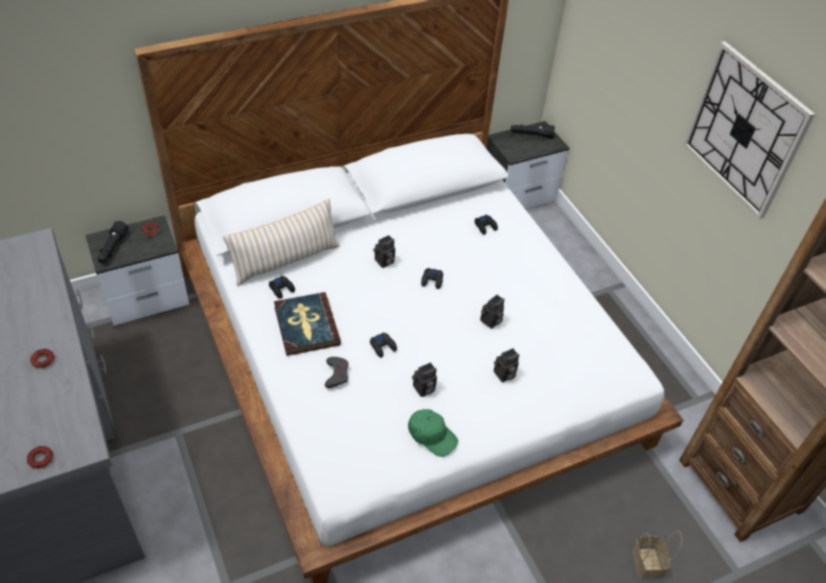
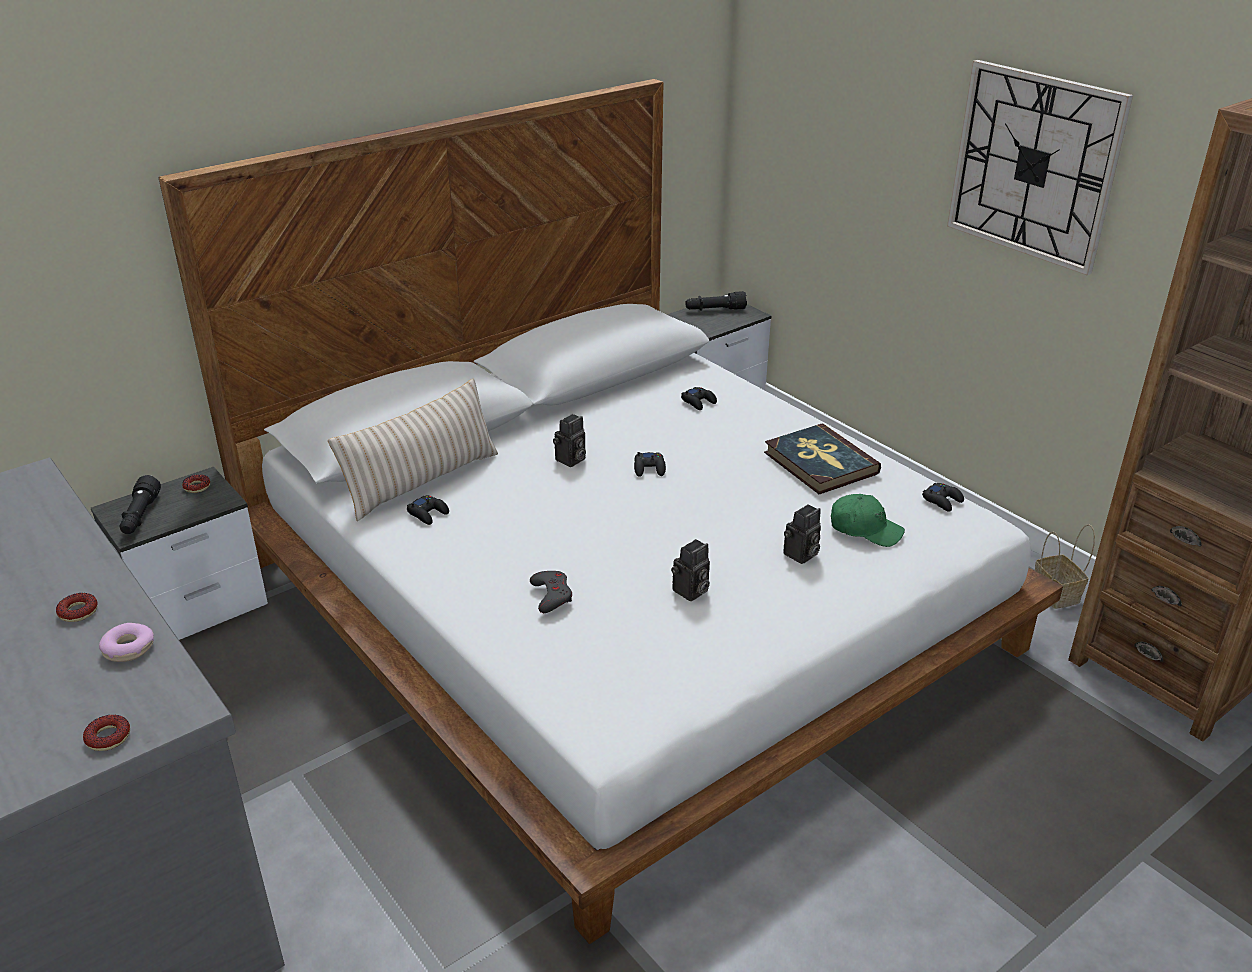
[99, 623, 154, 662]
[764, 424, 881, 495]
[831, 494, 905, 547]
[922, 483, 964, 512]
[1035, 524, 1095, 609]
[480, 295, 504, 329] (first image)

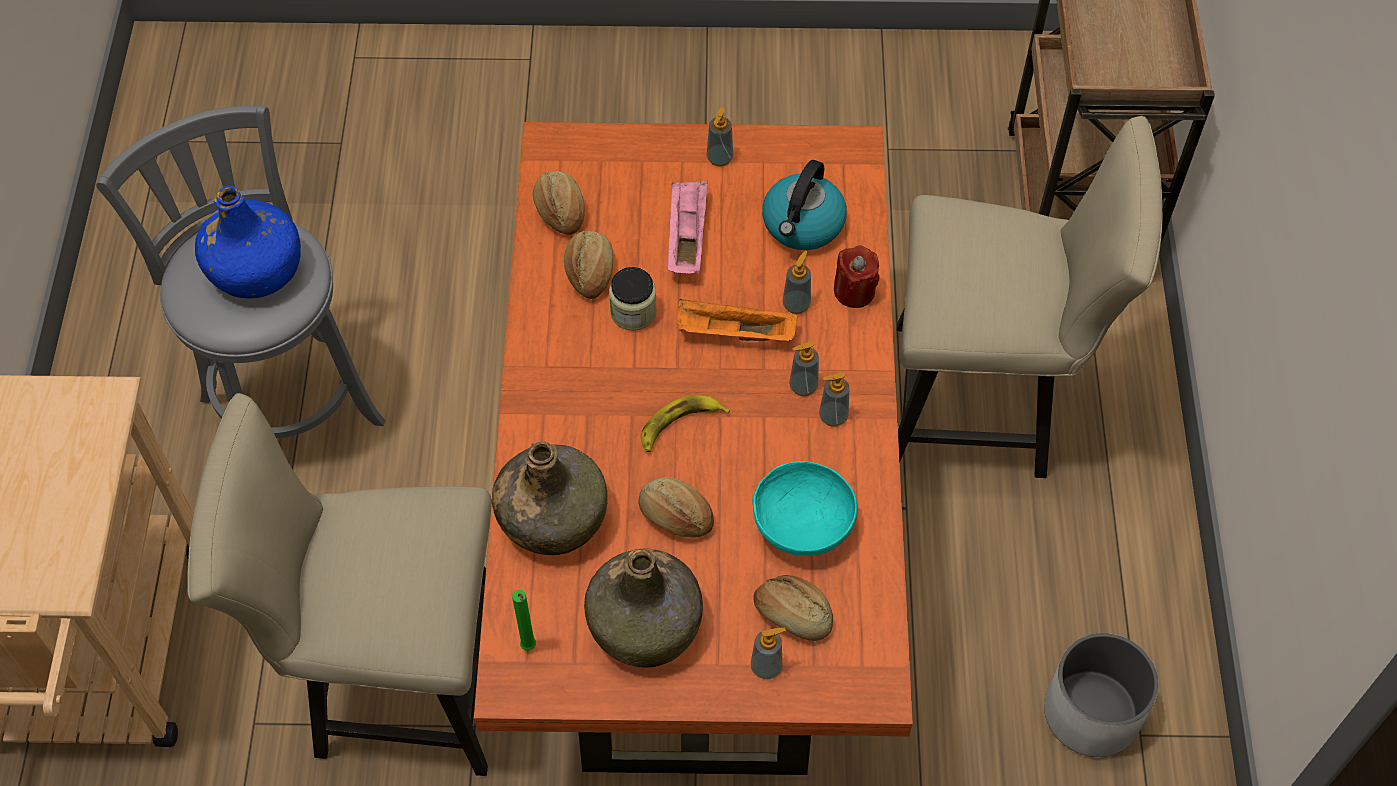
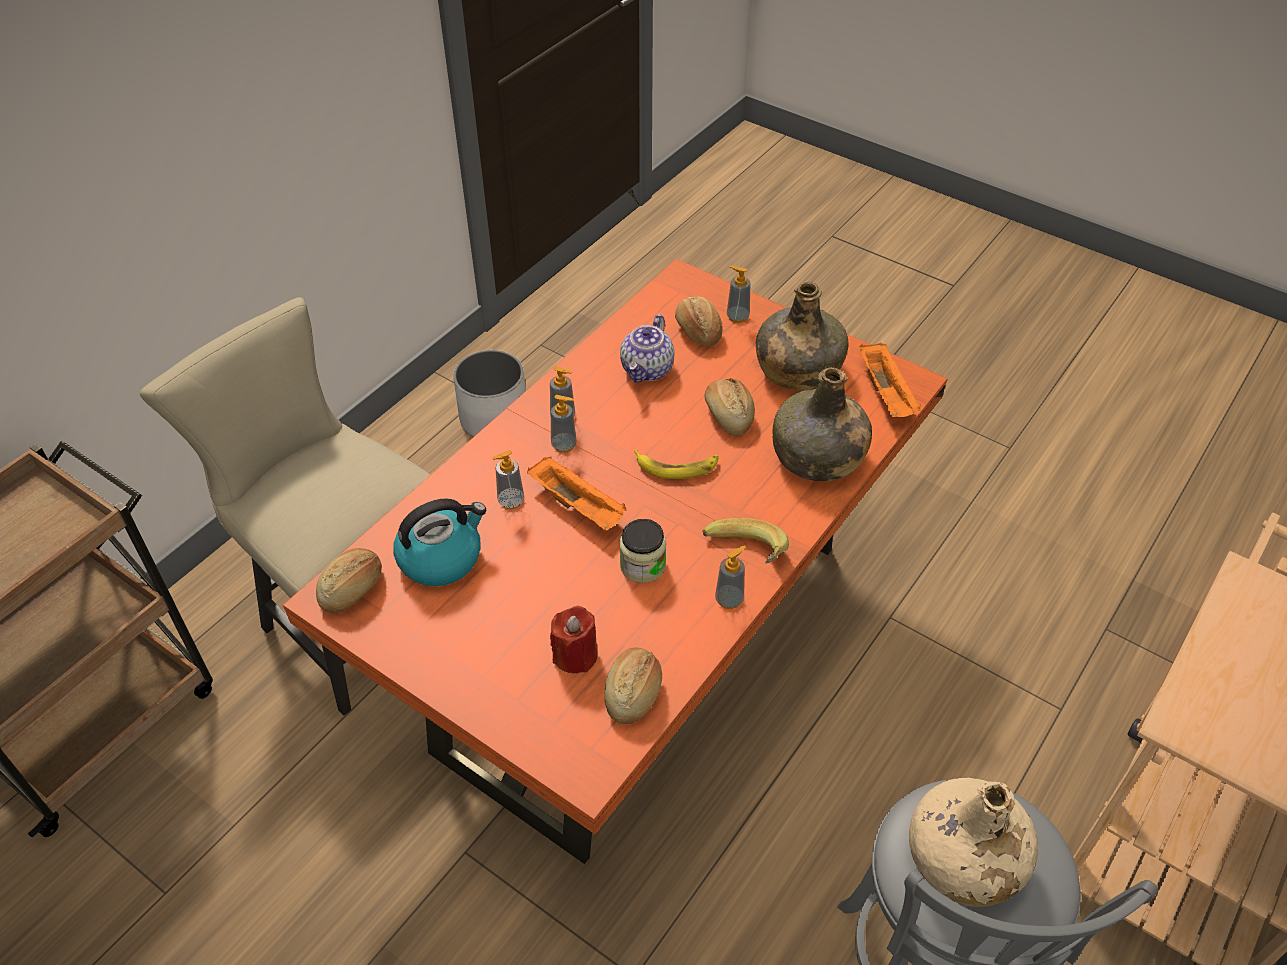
[316, 548, 382, 613]
[550, 606, 597, 674]
[620, 314, 674, 382]
[702, 518, 789, 564]
[715, 545, 746, 609]
[859, 343, 921, 417]
[909, 778, 1038, 907]
[187, 393, 492, 776] (first image)
[667, 180, 708, 274] (first image)

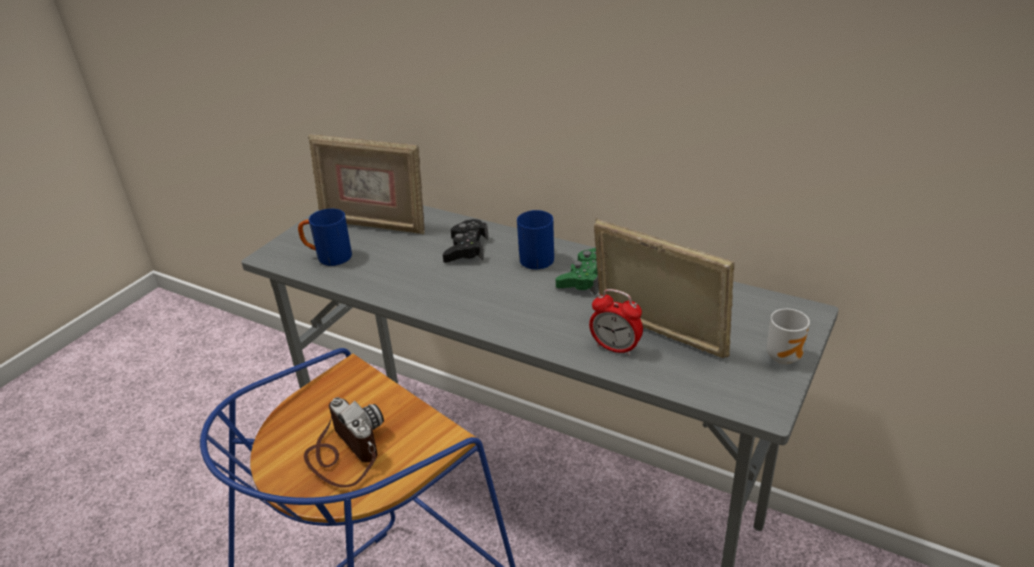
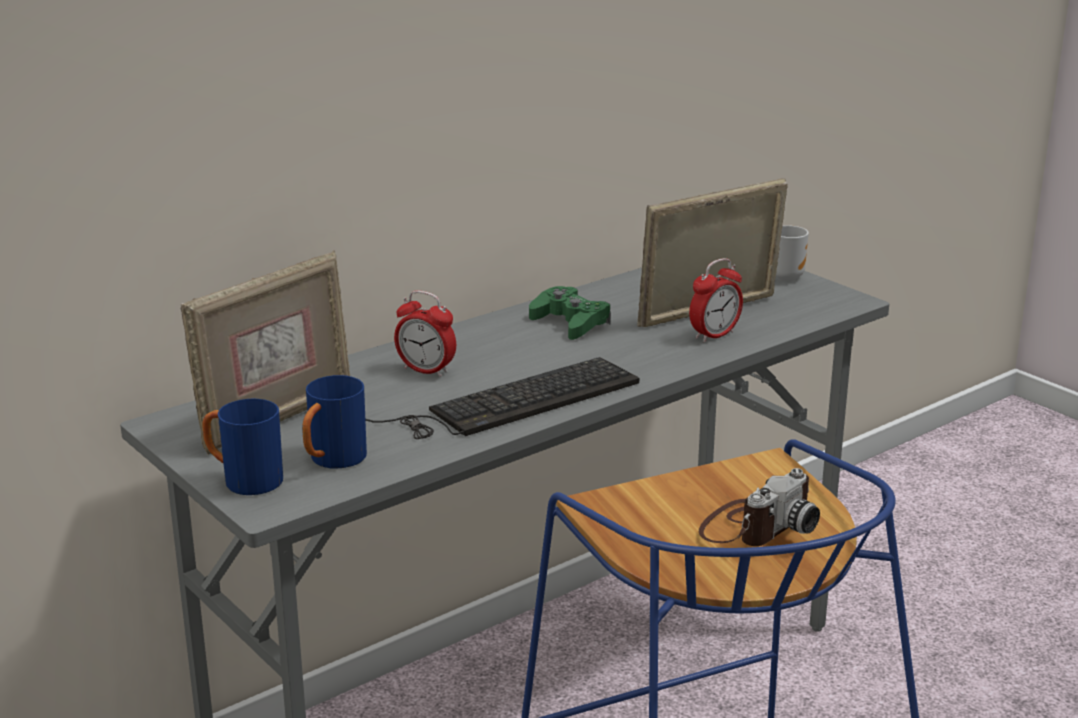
[202, 399, 283, 495]
[365, 357, 639, 439]
[394, 290, 456, 377]
[699, 468, 820, 546]

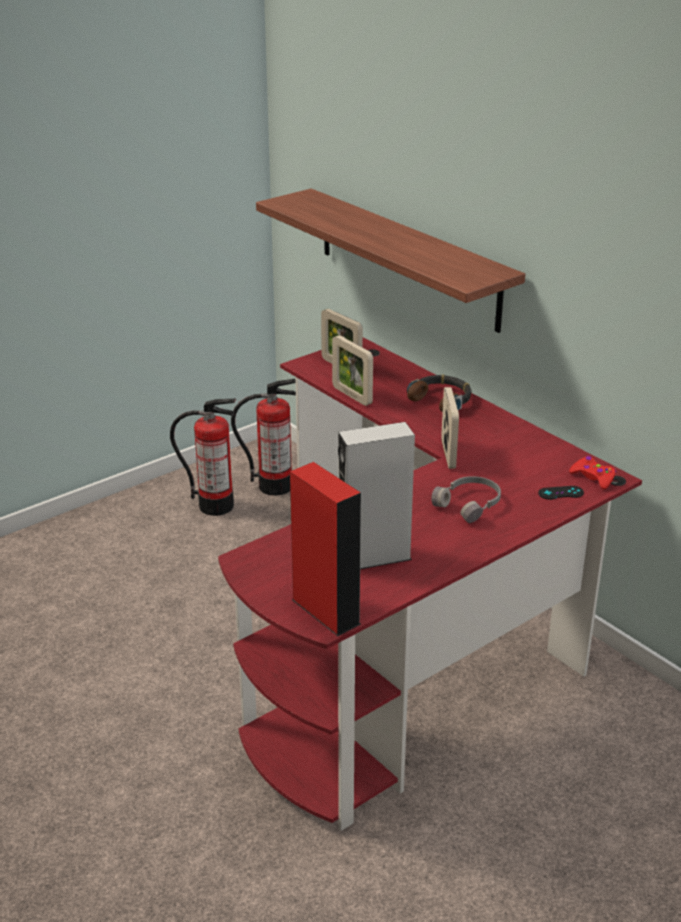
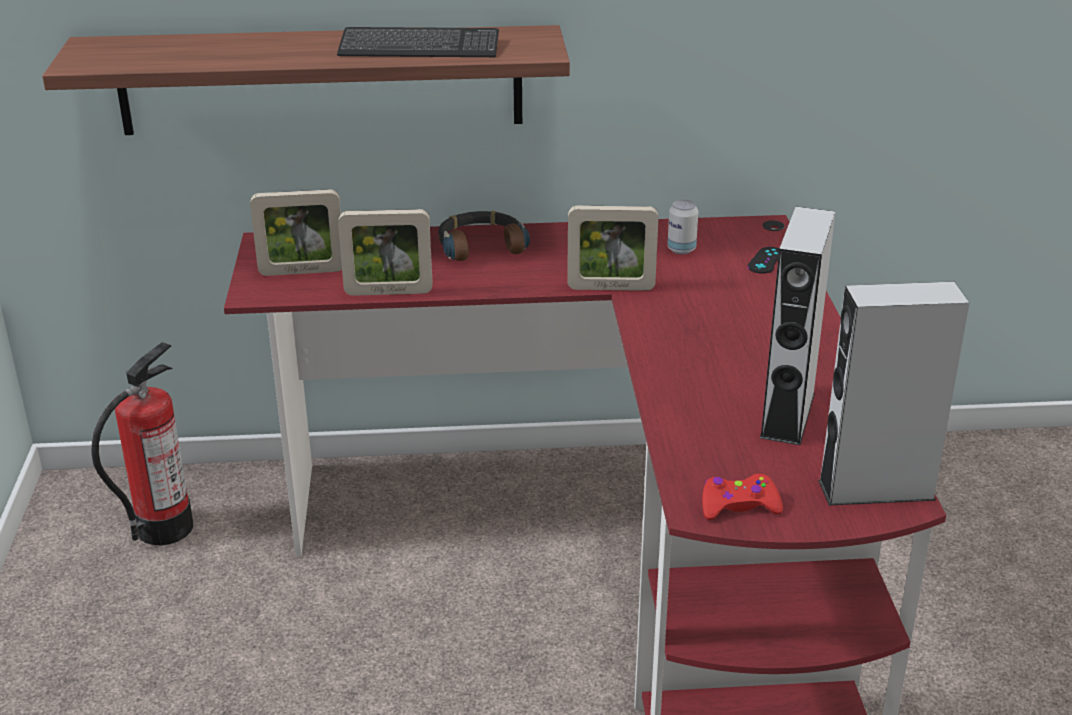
[337, 27, 499, 57]
[567, 206, 658, 291]
[667, 200, 698, 254]
[702, 474, 783, 520]
[818, 282, 969, 506]
[170, 399, 236, 516] (first image)
[431, 476, 501, 523] (first image)

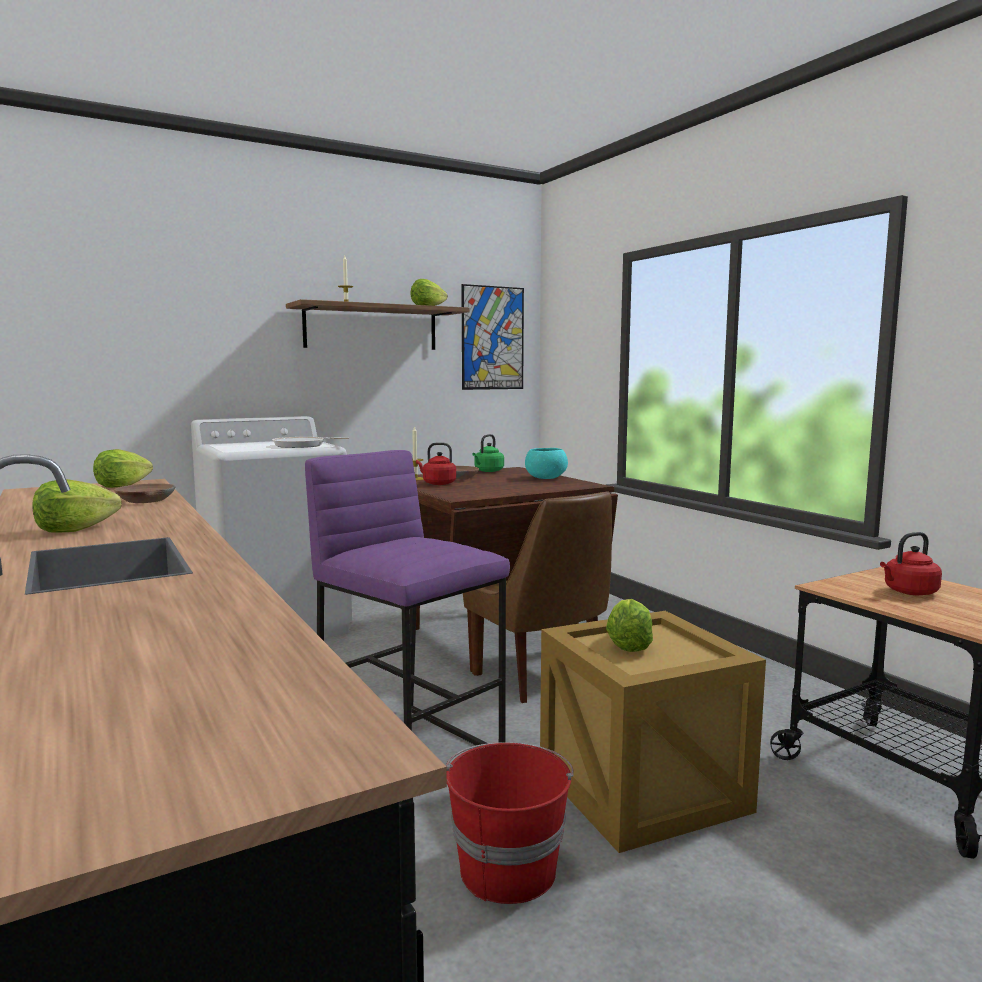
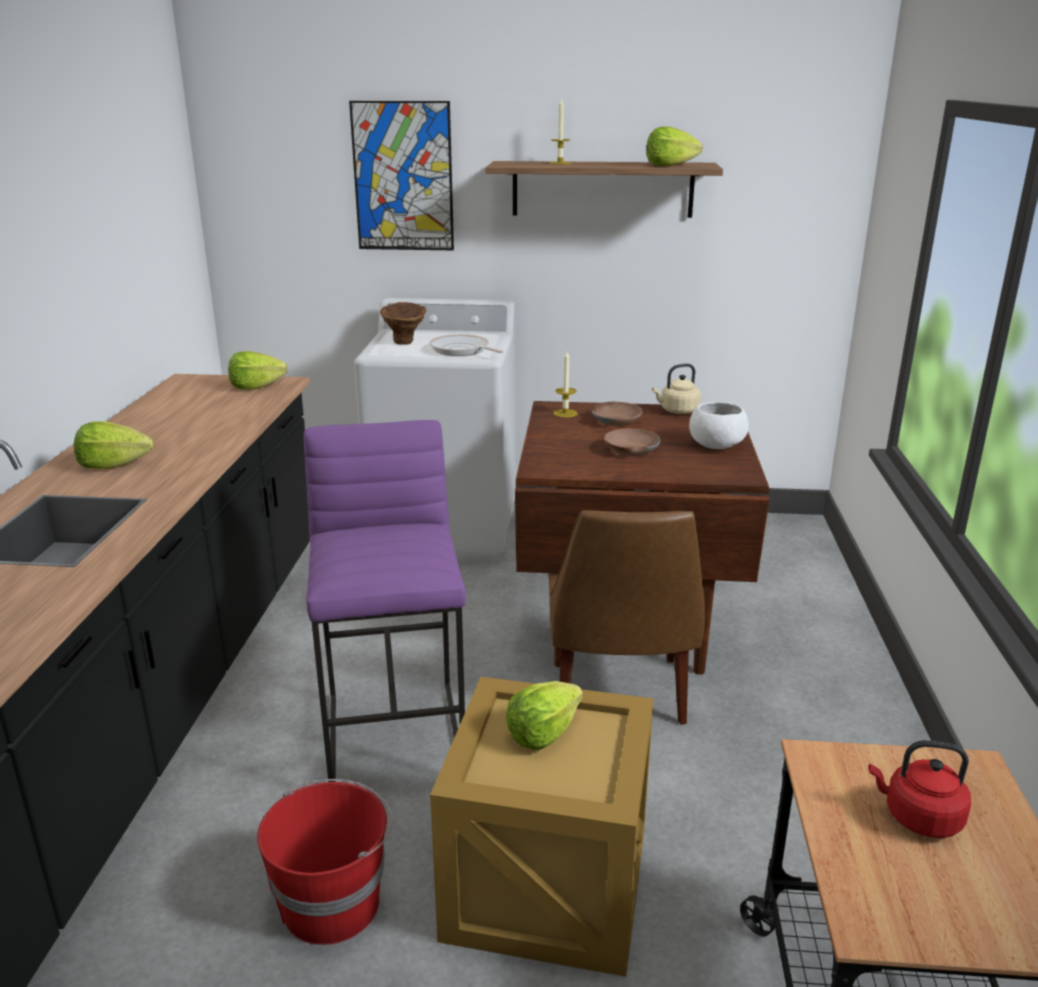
[349, 101, 454, 250]
[380, 302, 426, 345]
[604, 429, 661, 456]
[652, 364, 701, 414]
[689, 402, 749, 449]
[416, 442, 456, 485] (first image)

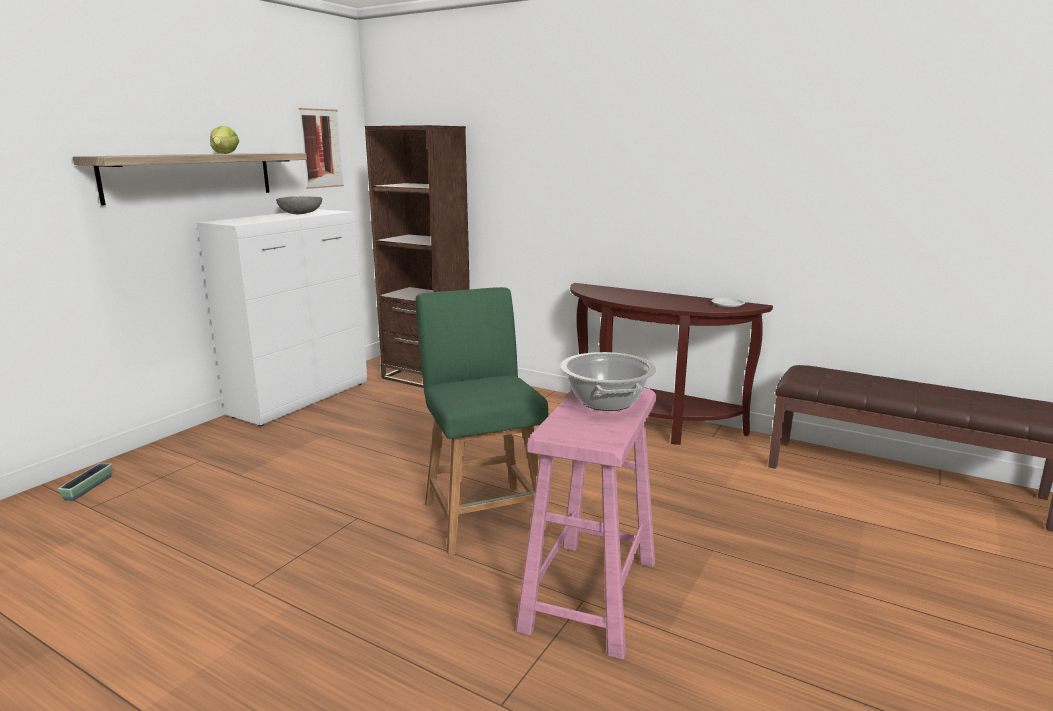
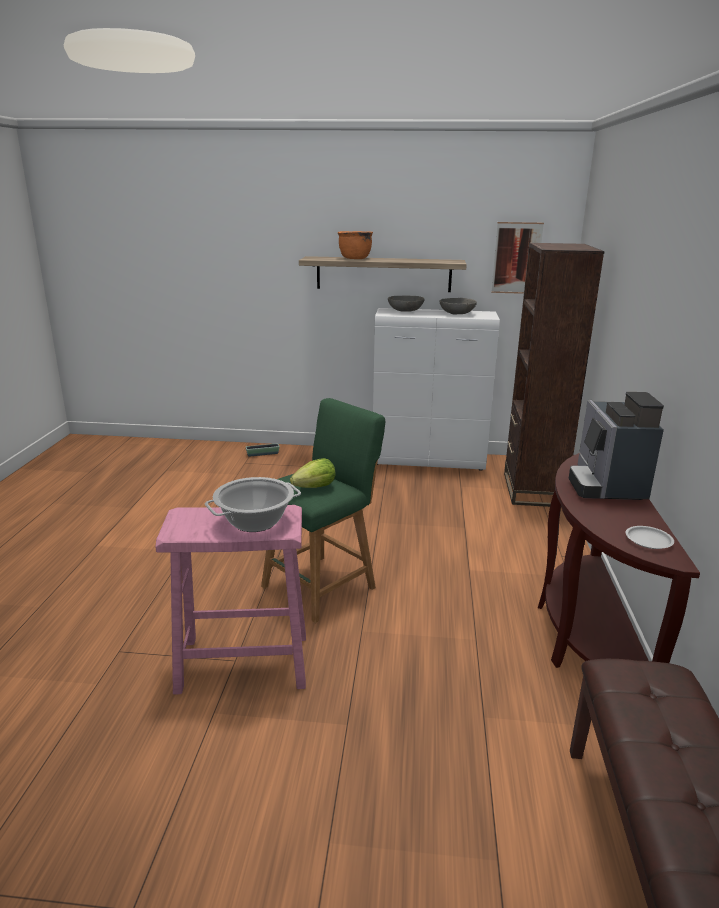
[290, 458, 336, 488]
[337, 231, 373, 259]
[388, 296, 424, 312]
[569, 392, 664, 500]

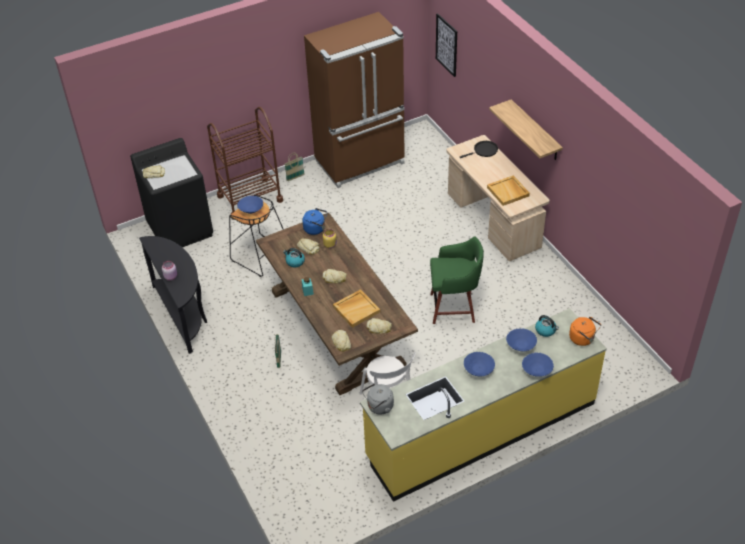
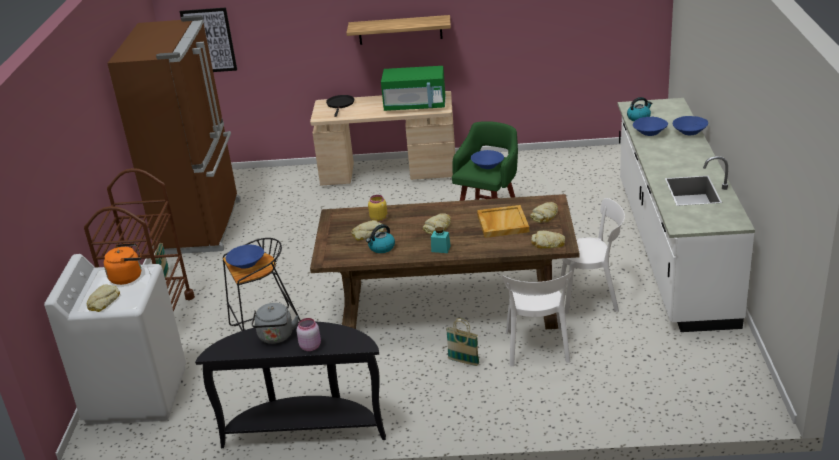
[44, 254, 186, 425]
[104, 243, 141, 285]
[252, 303, 299, 344]
[381, 66, 446, 111]
[471, 150, 504, 169]
[502, 271, 572, 367]
[618, 98, 755, 332]
[302, 208, 327, 235] (first image)

